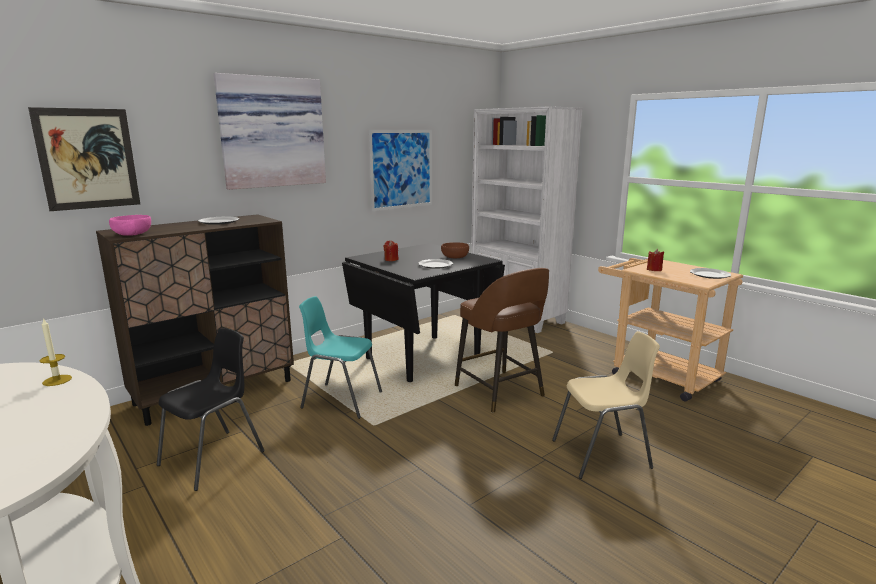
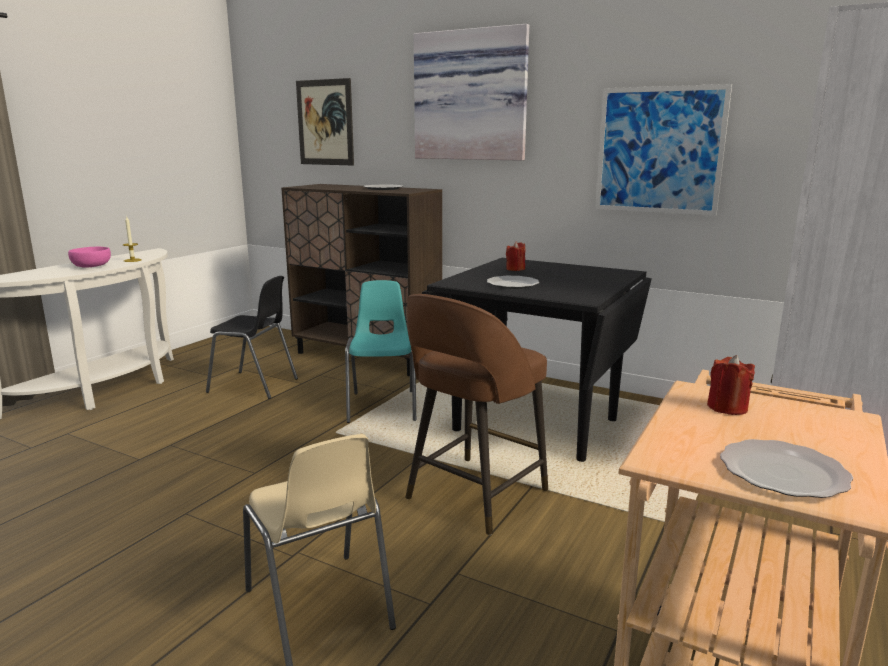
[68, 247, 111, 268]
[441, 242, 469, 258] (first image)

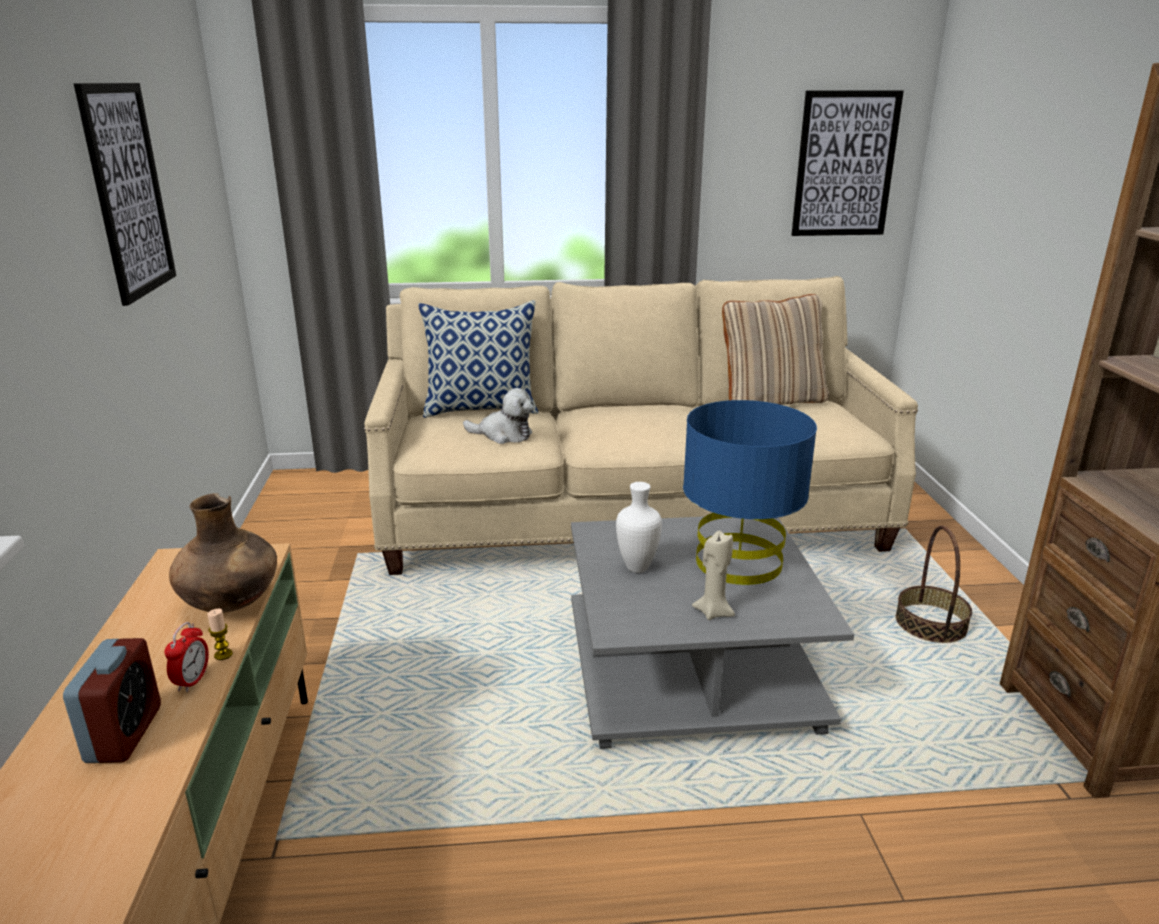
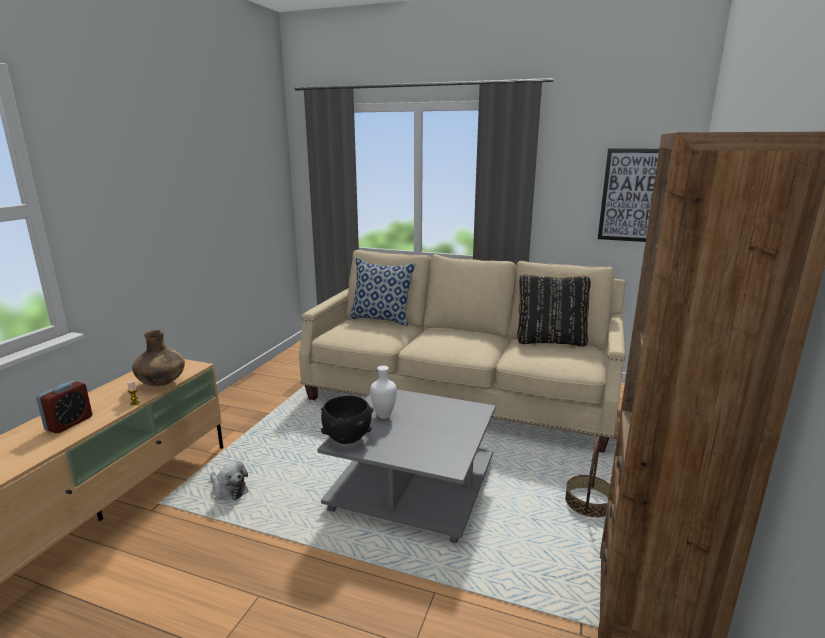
[210, 461, 248, 501]
[321, 396, 373, 444]
[517, 274, 591, 347]
[74, 83, 176, 306] (first image)
[164, 622, 209, 692] (first image)
[683, 400, 817, 585] (first image)
[692, 531, 735, 620] (first image)

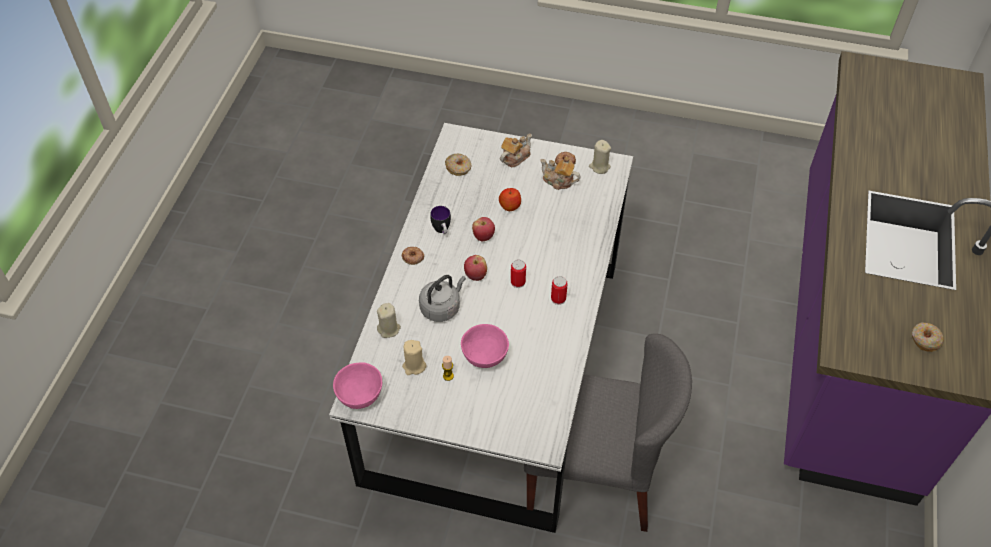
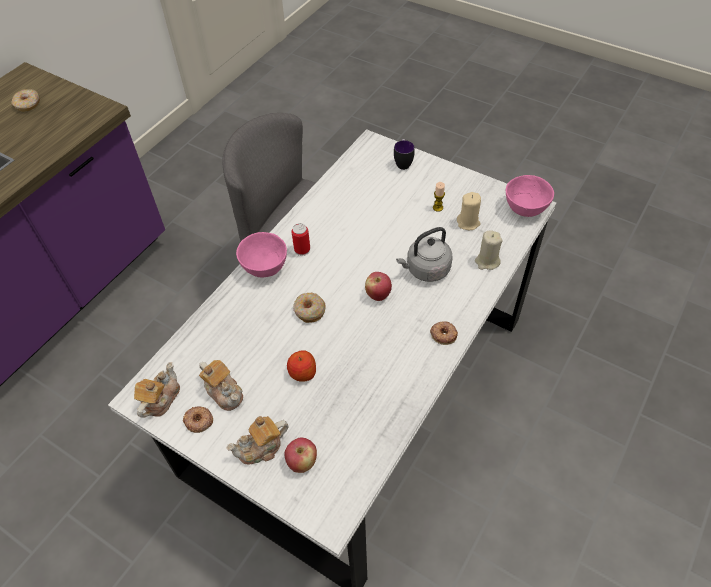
[134, 362, 180, 417]
[236, 232, 287, 278]
[285, 438, 317, 473]
[293, 293, 326, 323]
[394, 139, 415, 170]
[511, 259, 526, 288] (first image)

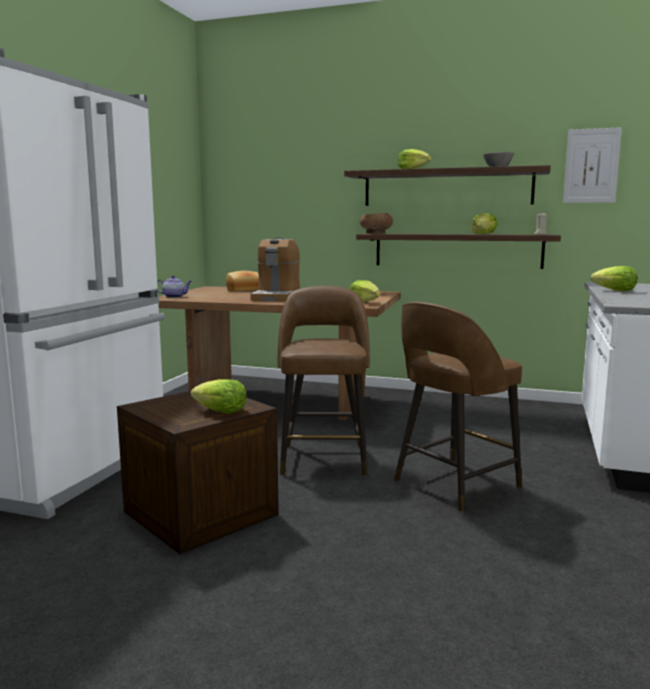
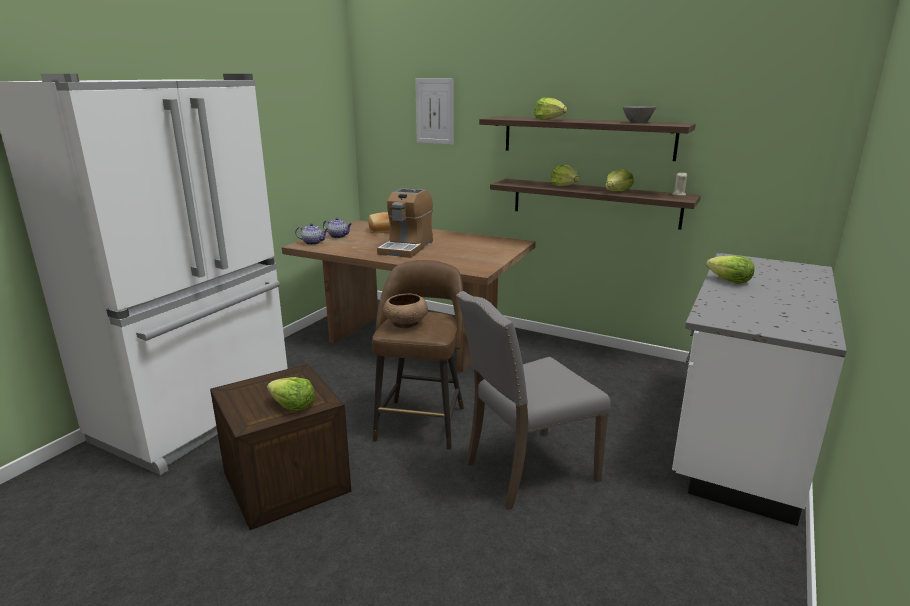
[323, 217, 352, 238]
[383, 294, 428, 328]
[415, 78, 453, 145]
[456, 291, 611, 510]
[551, 165, 579, 187]

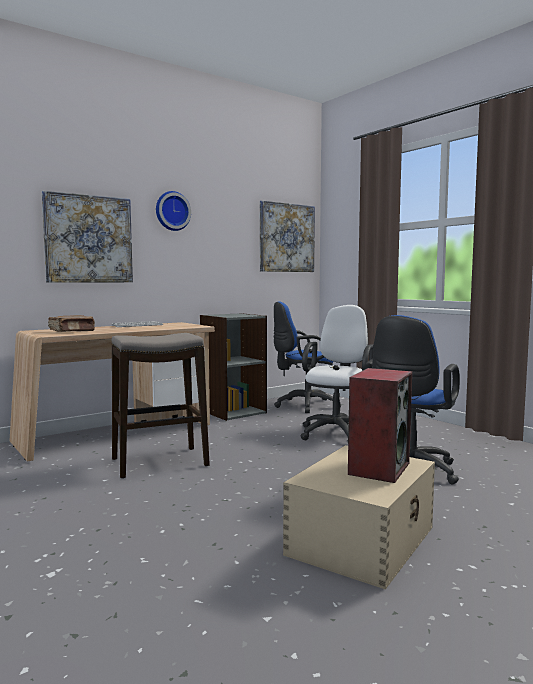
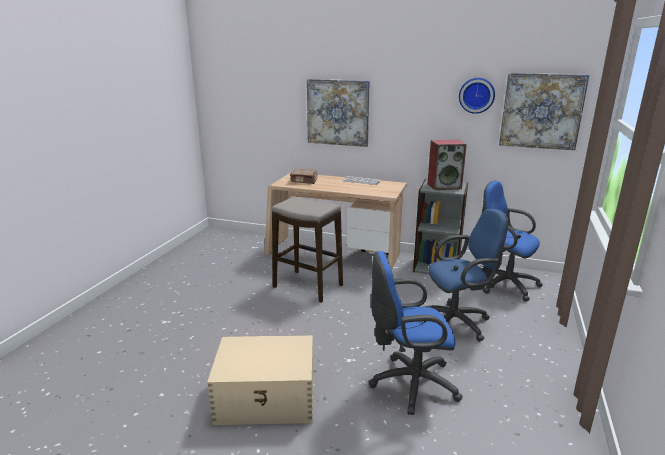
[423, 209, 508, 342]
[427, 140, 467, 190]
[459, 78, 495, 114]

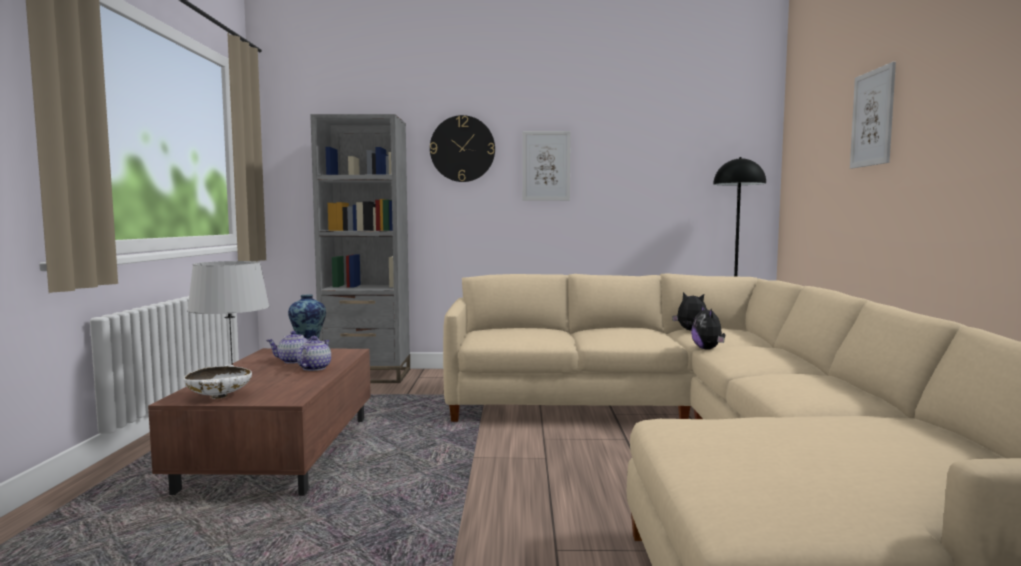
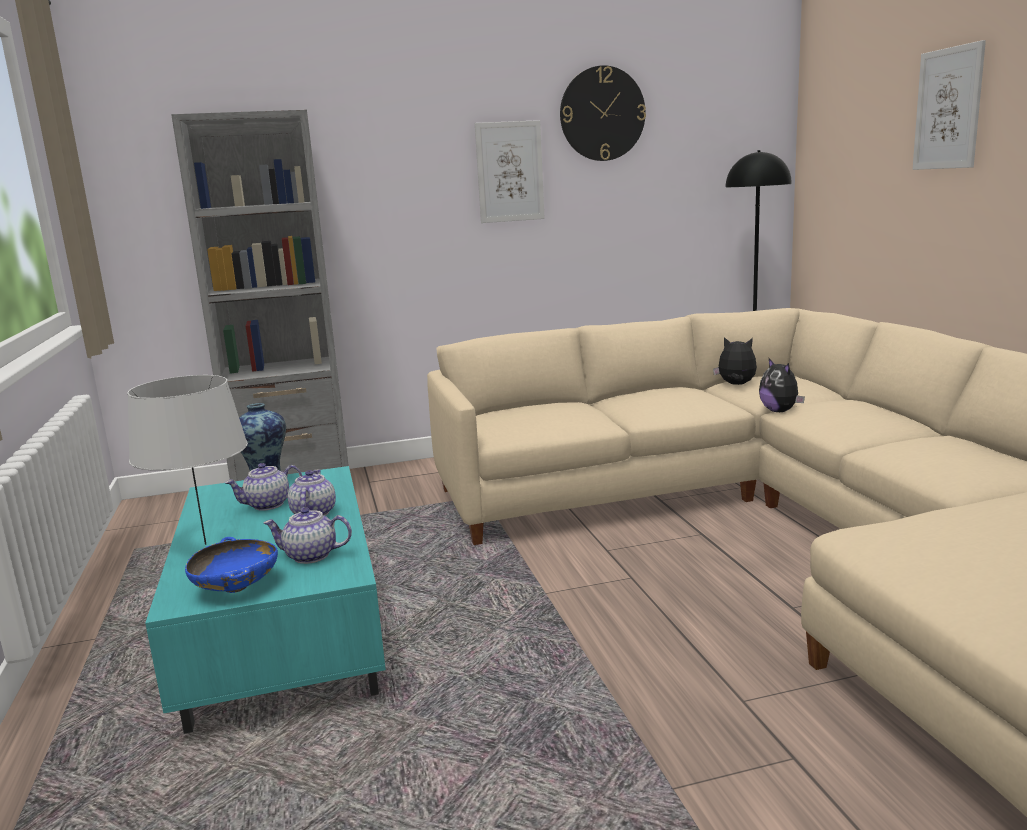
[145, 466, 386, 734]
[185, 537, 278, 593]
[263, 507, 352, 564]
[560, 65, 646, 161]

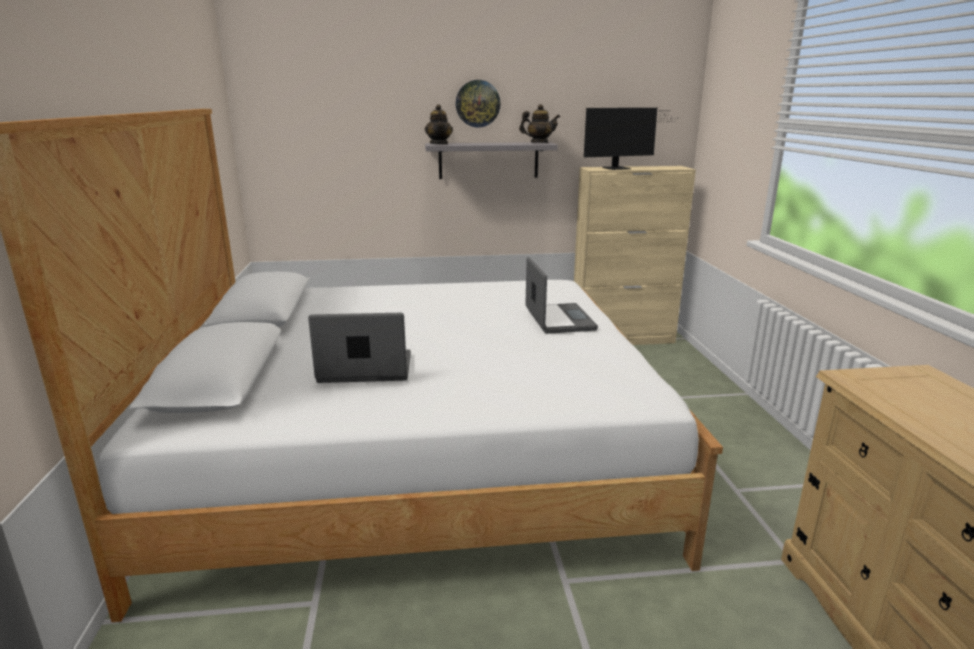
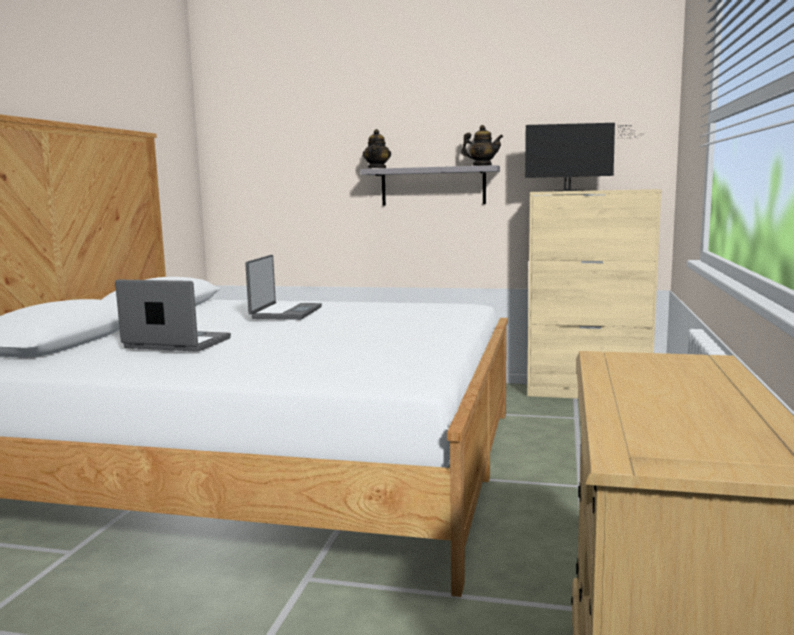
[245, 255, 322, 320]
[456, 80, 501, 127] (first image)

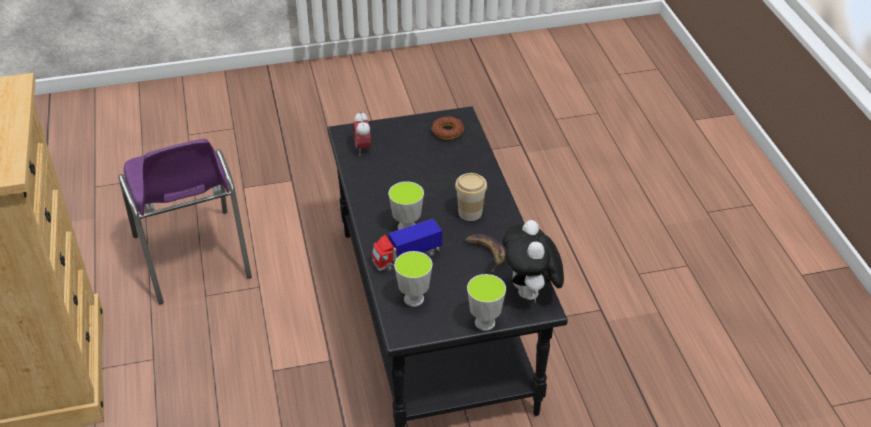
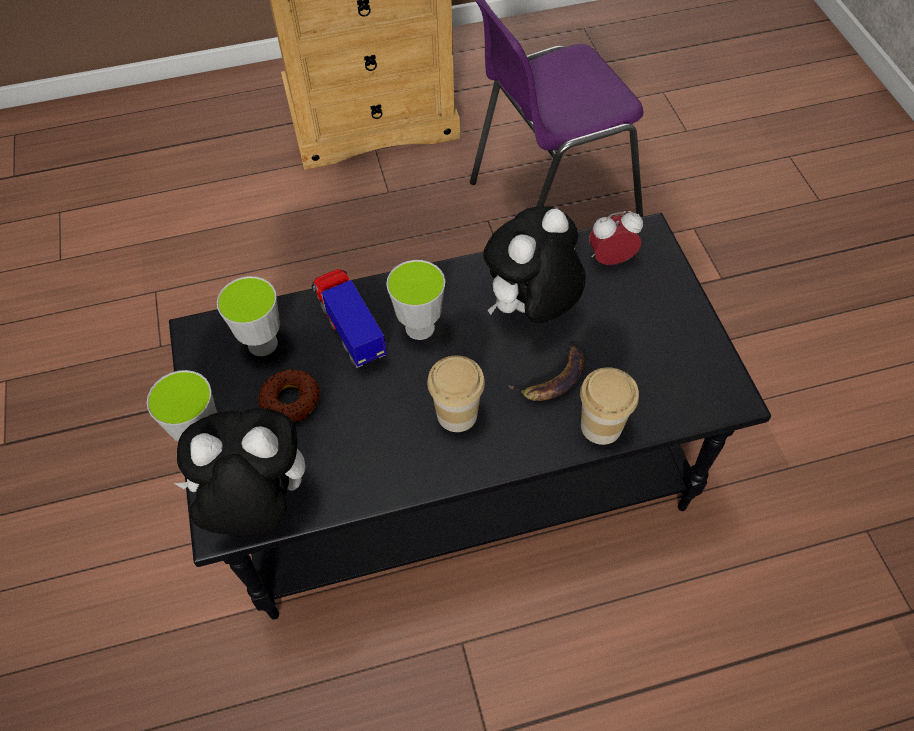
[258, 369, 320, 422]
[483, 206, 586, 323]
[508, 345, 584, 401]
[580, 367, 639, 445]

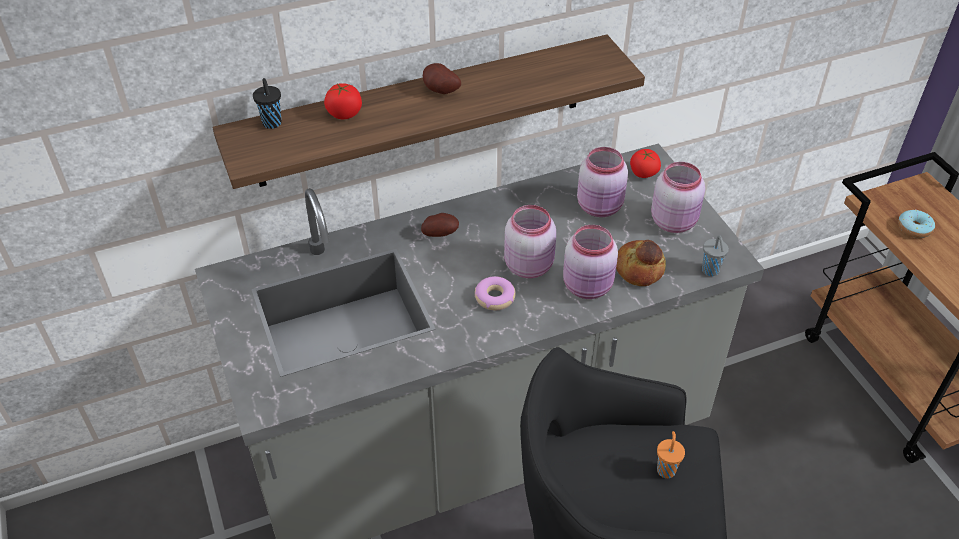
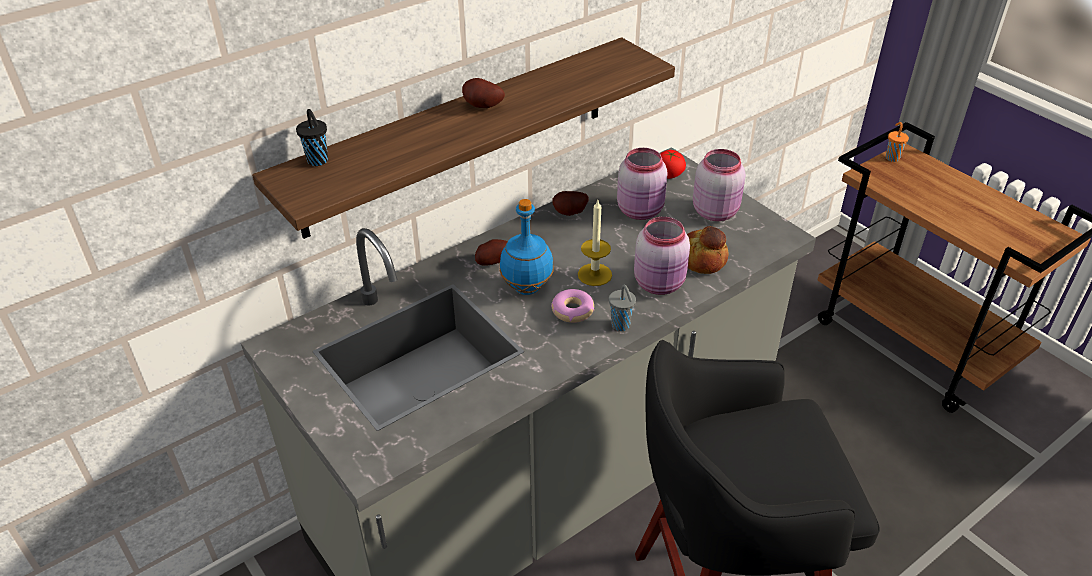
[500, 199, 554, 295]
[552, 191, 589, 216]
[578, 200, 612, 286]
[609, 285, 636, 331]
[886, 122, 909, 162]
[324, 83, 362, 119] (first image)
[898, 209, 935, 238] (first image)

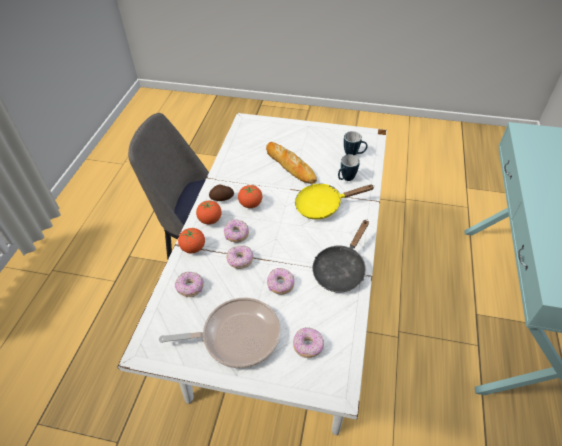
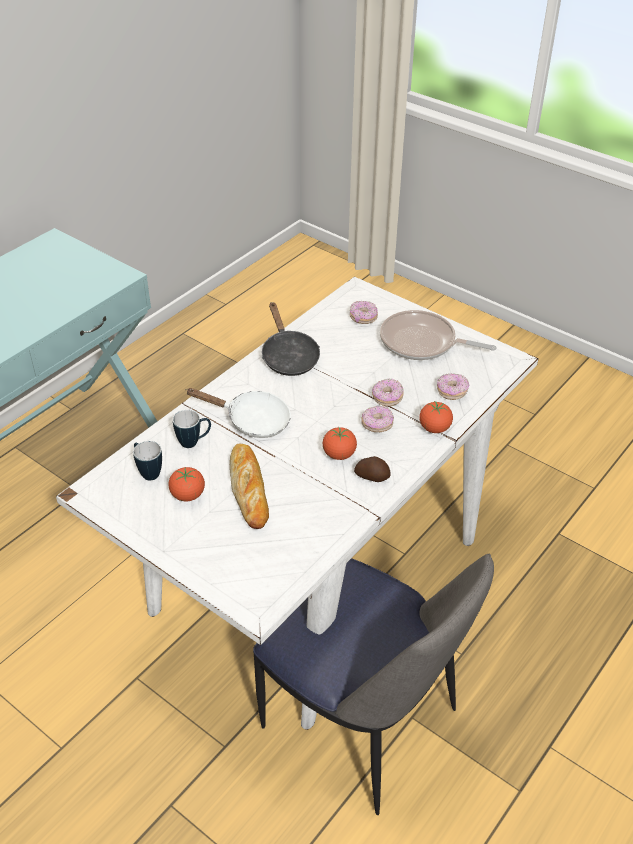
[169, 467, 205, 501]
[186, 388, 291, 438]
[262, 302, 320, 376]
[267, 268, 294, 295] (first image)

